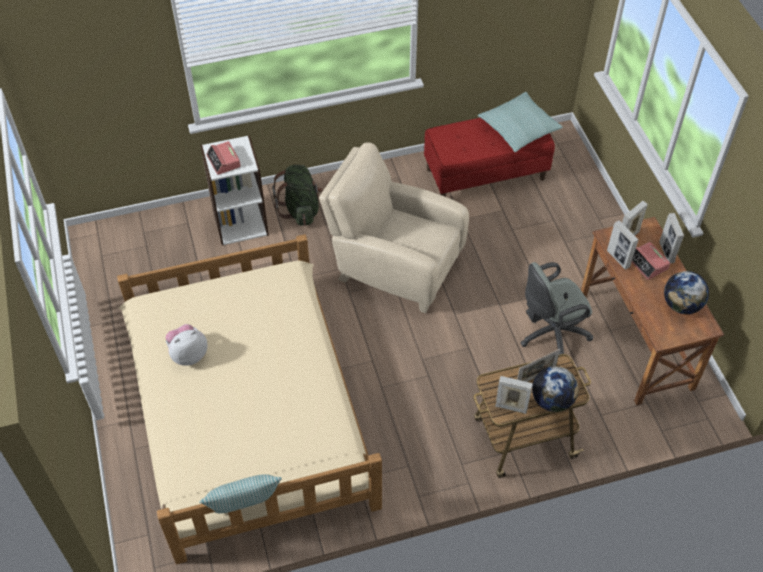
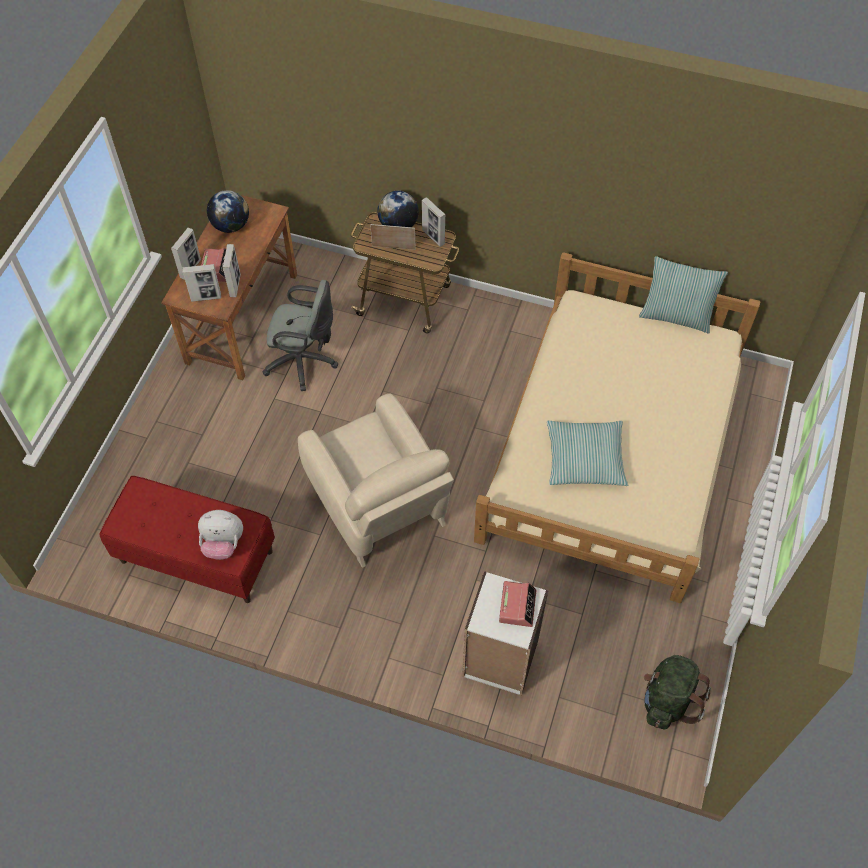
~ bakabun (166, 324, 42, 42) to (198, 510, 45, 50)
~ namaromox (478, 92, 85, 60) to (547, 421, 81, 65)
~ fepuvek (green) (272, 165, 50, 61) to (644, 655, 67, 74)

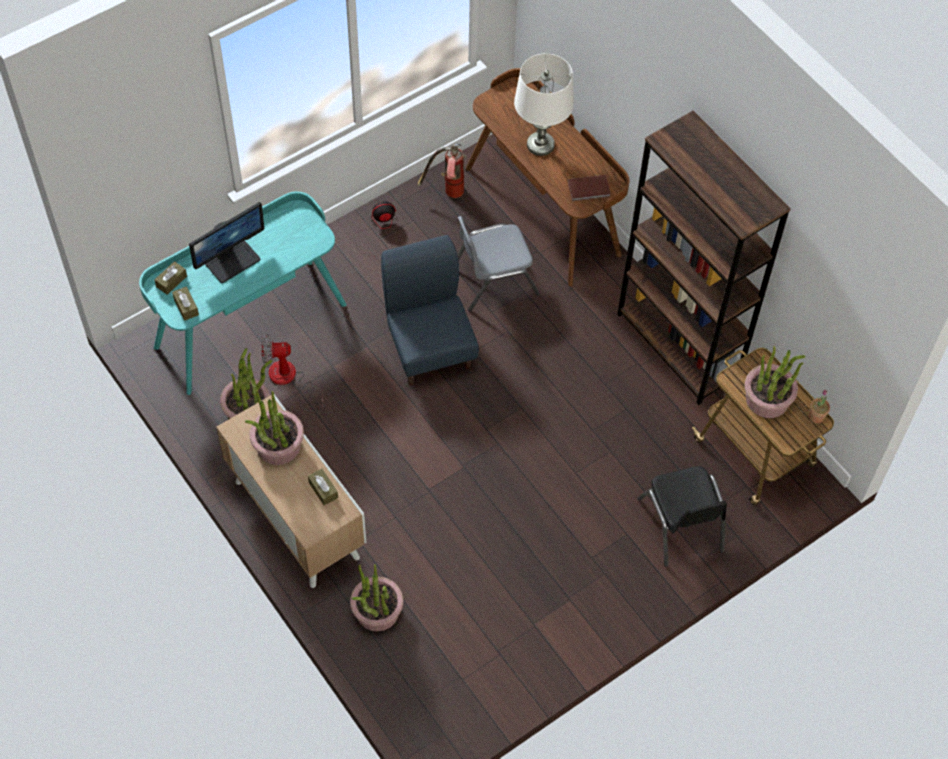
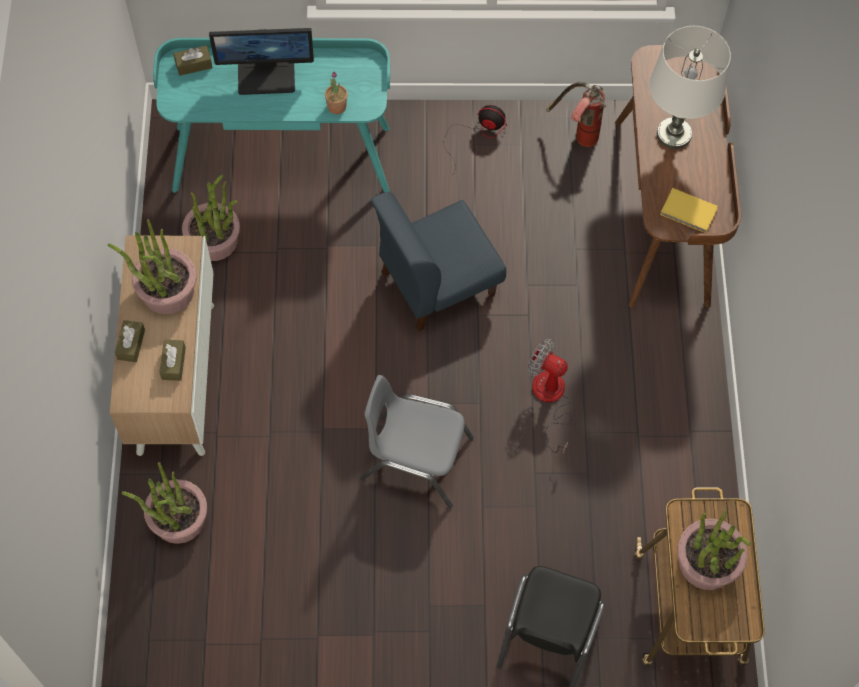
~ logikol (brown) (172, 286, 27, 35) to (115, 320, 30, 42)
~ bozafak (809, 390, 21, 33) to (325, 71, 23, 43)
~ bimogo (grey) (458, 216, 82, 96) to (360, 375, 114, 133)
~ bimogo (blue) (381, 235, 98, 151) = (370, 192, 136, 139) 135 degrees counterclockwise
~ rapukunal (261, 333, 62, 80) to (528, 339, 44, 115)
~ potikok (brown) (568, 175, 43, 26) to potikok (yellow) (660, 188, 58, 45)
- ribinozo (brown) (617, 111, 174, 294)

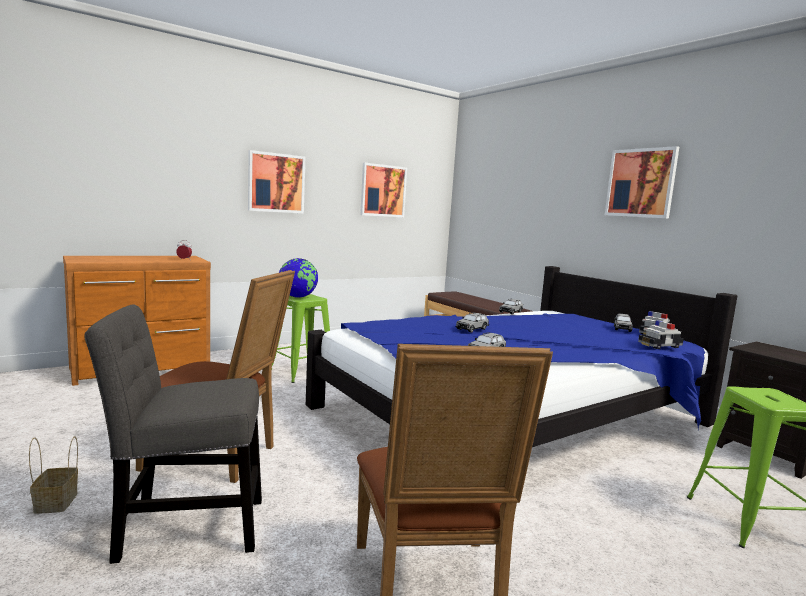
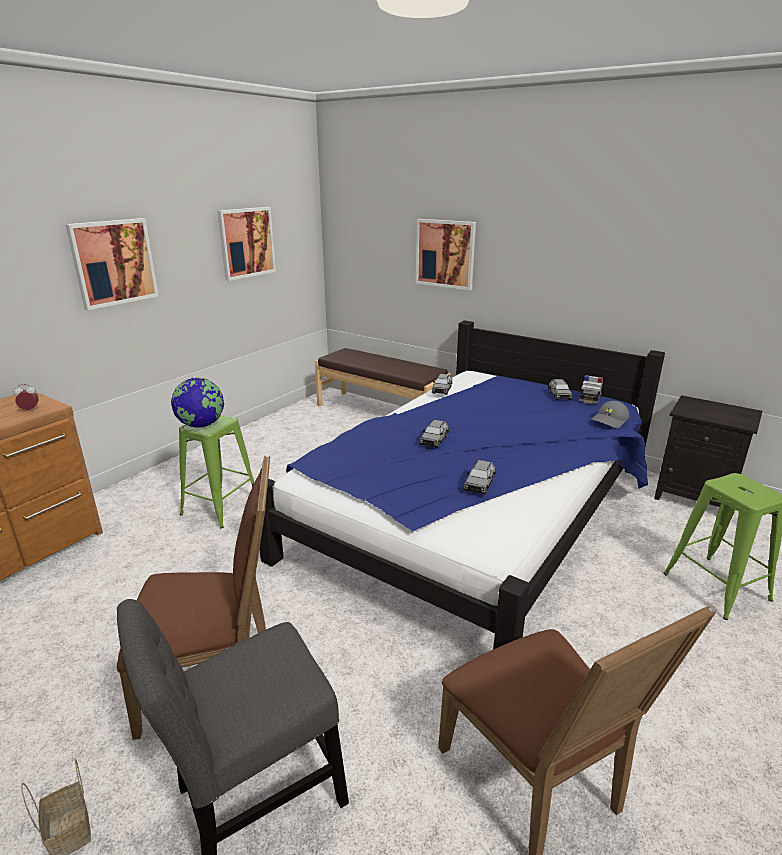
~ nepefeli (605, 146, 74, 73) to (416, 219, 60, 71)
~ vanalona (638, 320, 46, 29) to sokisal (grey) (591, 401, 38, 27)

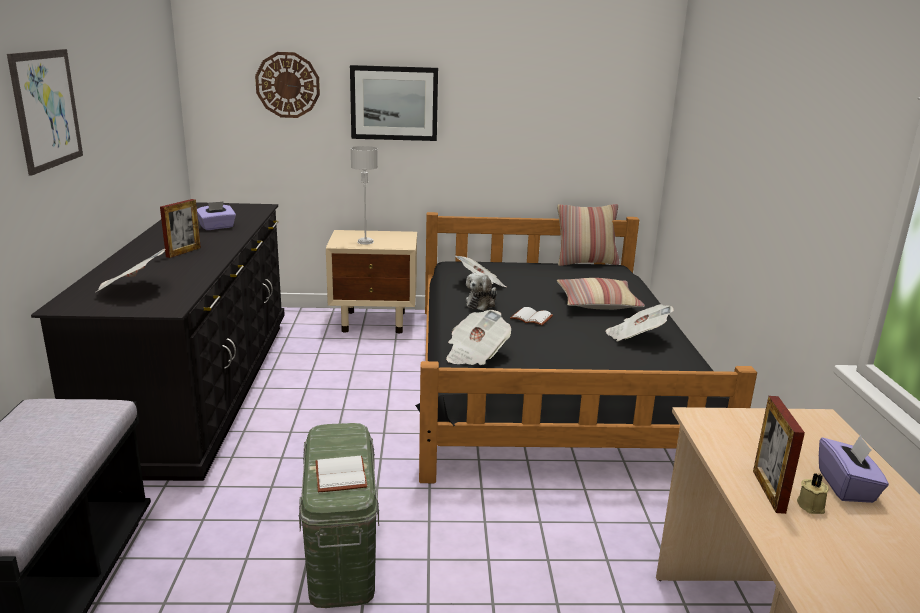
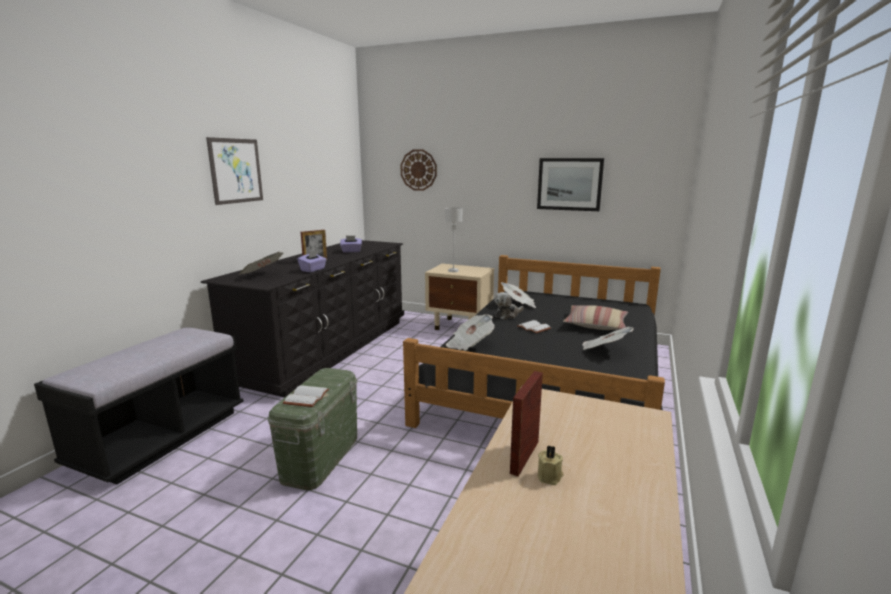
~ logikol (purple) (819, 435, 70, 68) to (297, 250, 30, 22)
~ nepefeli (350, 65, 88, 76) to (537, 158, 67, 53)
- namaromox (557, 204, 63, 62)

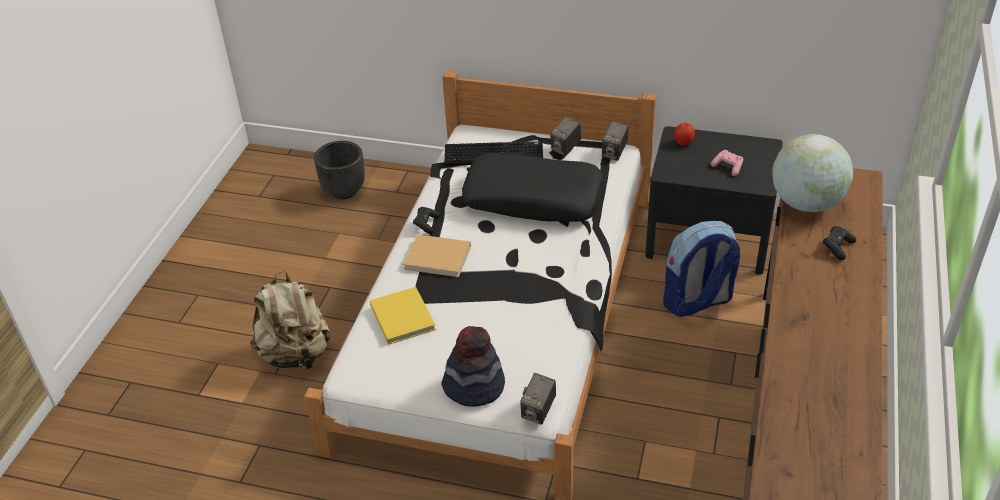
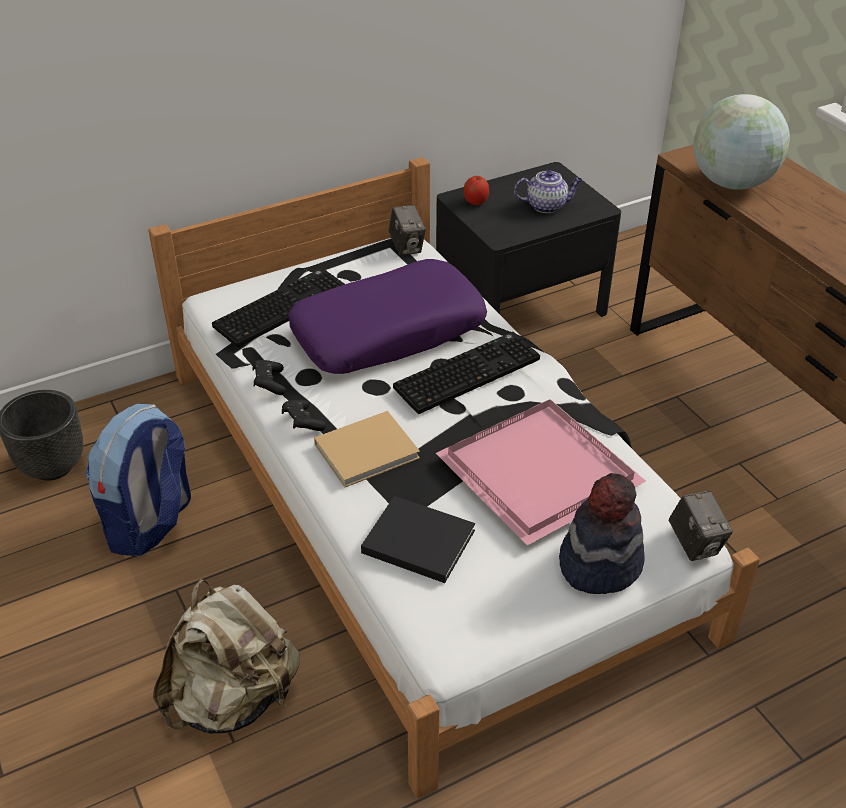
~ fepuvek (663, 221, 77, 96) to (86, 404, 105, 152)
~ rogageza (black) (822, 226, 34, 34) to (252, 360, 34, 35)
~ namaromox (black) (462, 153, 141, 69) to namaromox (purple) (288, 259, 199, 115)
~ potikok (yellow) (370, 287, 66, 58) to potikok (black) (361, 496, 114, 87)
+ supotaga (393, 332, 147, 82)
+ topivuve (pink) (436, 399, 210, 146)
~ rogageza (pink) (711, 150, 32, 26) to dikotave (514, 170, 69, 43)
- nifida (550, 116, 31, 40)

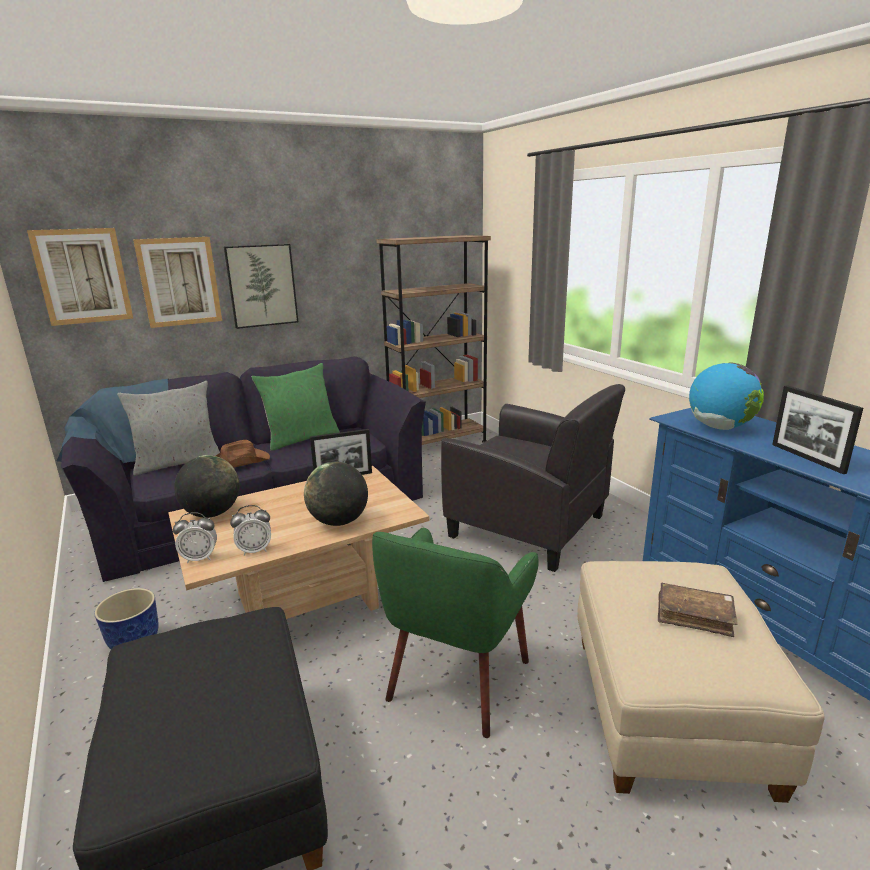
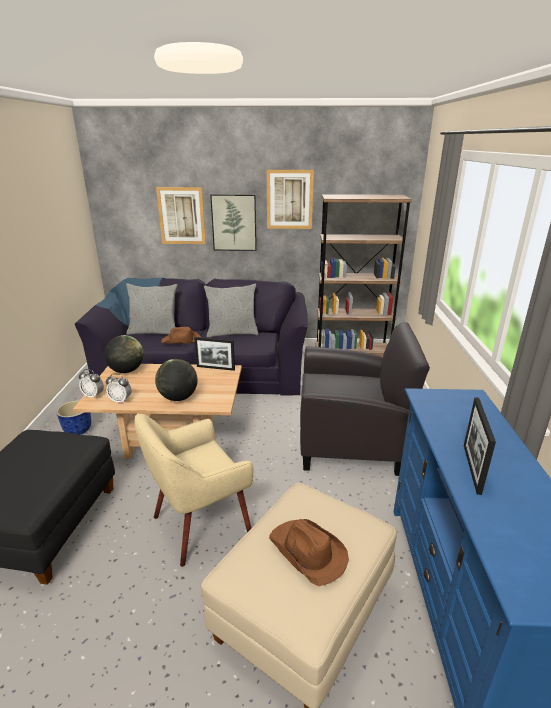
~ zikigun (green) (372, 528, 167, 210) to zikigun (beige) (135, 414, 119, 153)
~ namaromox (green) (252, 363, 88, 88) to namaromox (grey) (204, 283, 55, 54)
~ nepefeli (27, 228, 106, 98) to (267, 170, 47, 59)
~ potikok (brown) (658, 583, 80, 54) to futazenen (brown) (269, 519, 80, 67)
~ zikigun (black) (441, 384, 184, 188) = (300, 322, 130, 154) 60 degrees counterclockwise
- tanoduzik (689, 362, 75, 68)

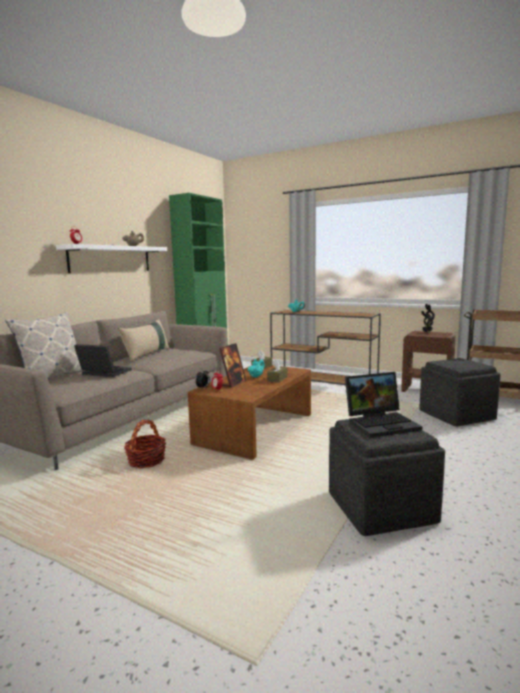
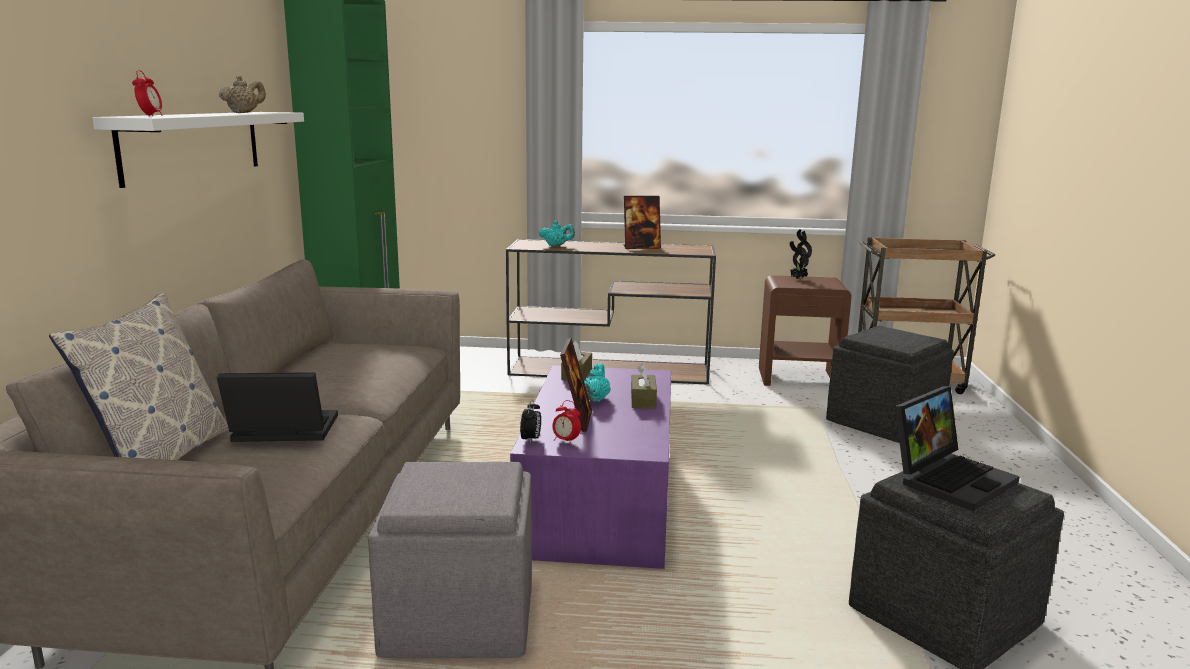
~ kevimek (124, 420, 42, 48) to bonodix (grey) (368, 462, 164, 196)
~ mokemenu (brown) (188, 365, 123, 95) to mokemenu (purple) (510, 365, 161, 204)
+ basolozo (624, 196, 37, 53)
- namaromox (beige) (118, 319, 52, 43)

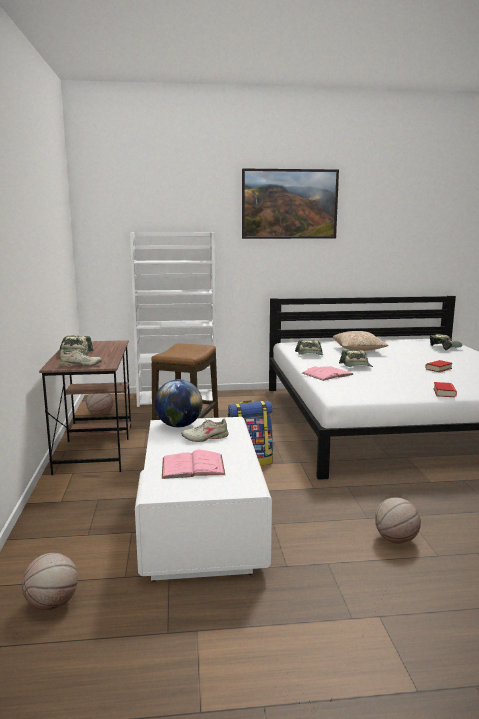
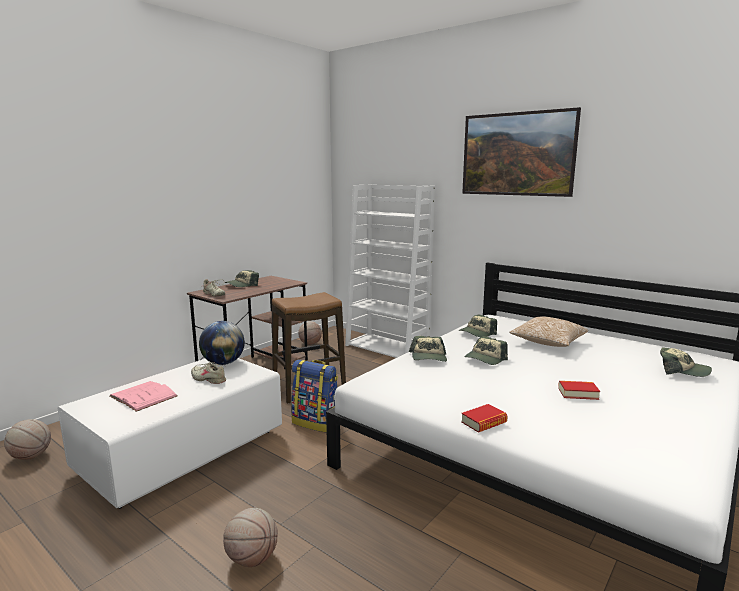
~ potikok (pink) (302, 366, 52, 15) to sokisal (409, 336, 38, 26)

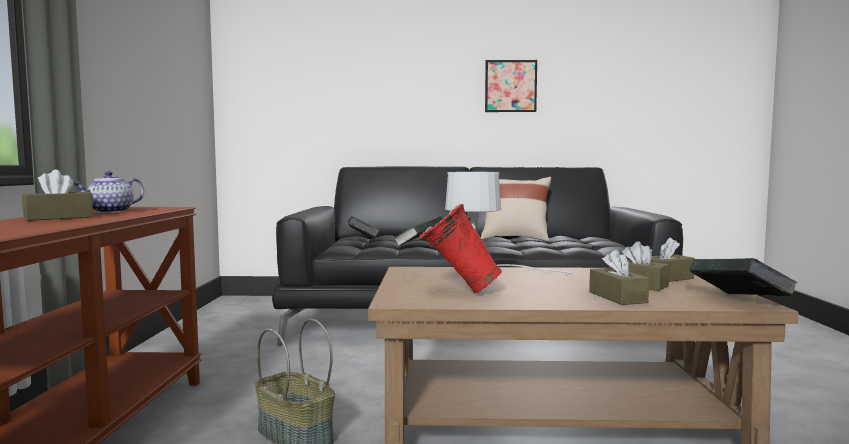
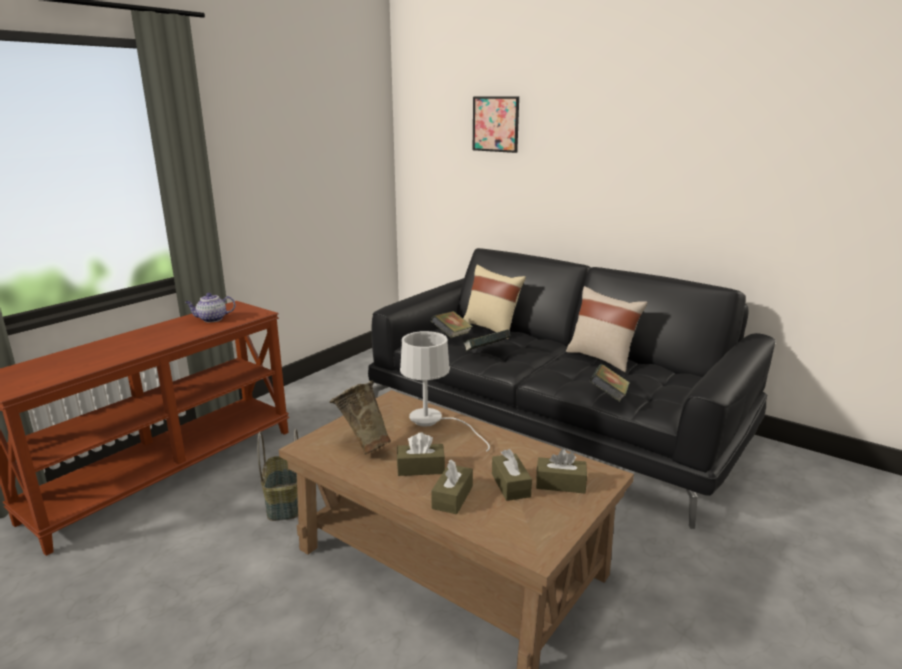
~ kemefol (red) (419, 204, 83, 89) to kemefol (beige) (329, 381, 62, 74)
~ logikol (brown) (22, 169, 72, 52) to (397, 433, 48, 43)
+ namaromox (beige) (463, 265, 63, 74)
~ nepefeli (485, 60, 52, 52) to (473, 97, 46, 56)
~ potikok (690, 258, 108, 38) to (590, 364, 40, 38)

